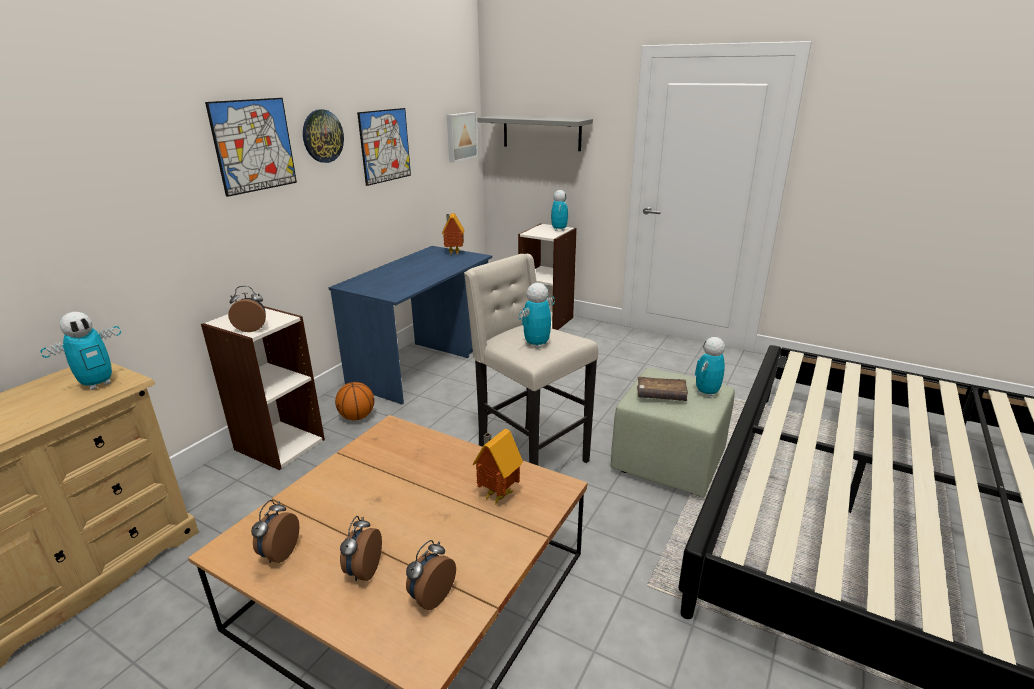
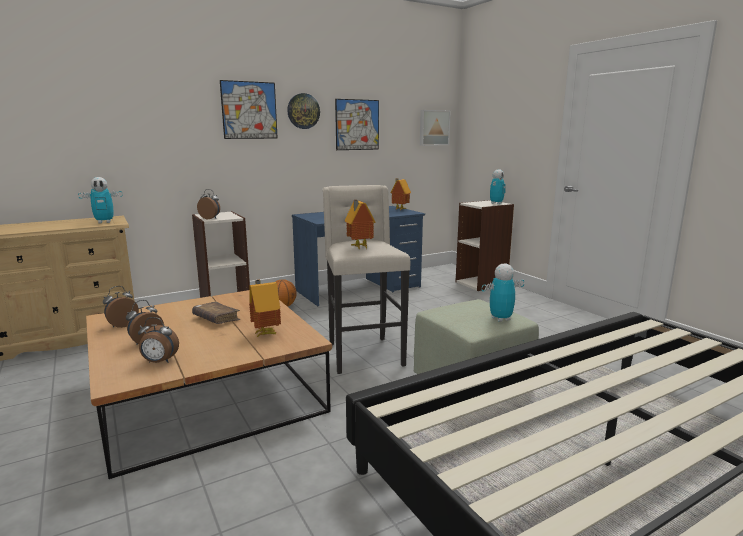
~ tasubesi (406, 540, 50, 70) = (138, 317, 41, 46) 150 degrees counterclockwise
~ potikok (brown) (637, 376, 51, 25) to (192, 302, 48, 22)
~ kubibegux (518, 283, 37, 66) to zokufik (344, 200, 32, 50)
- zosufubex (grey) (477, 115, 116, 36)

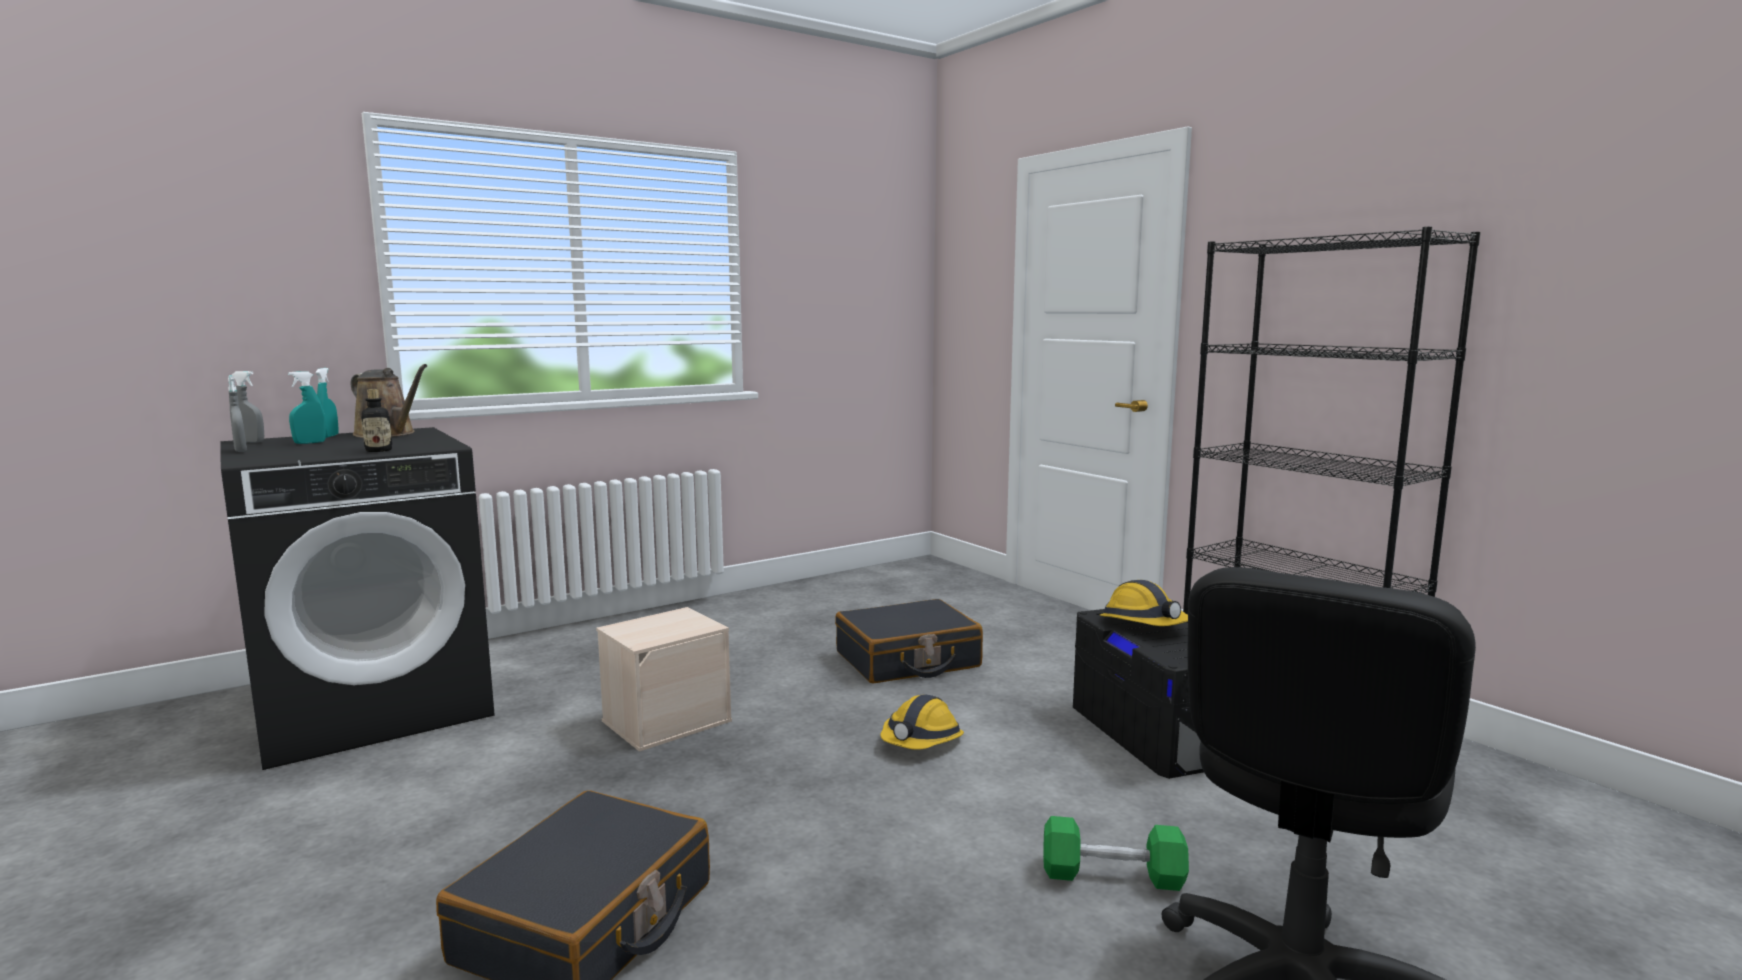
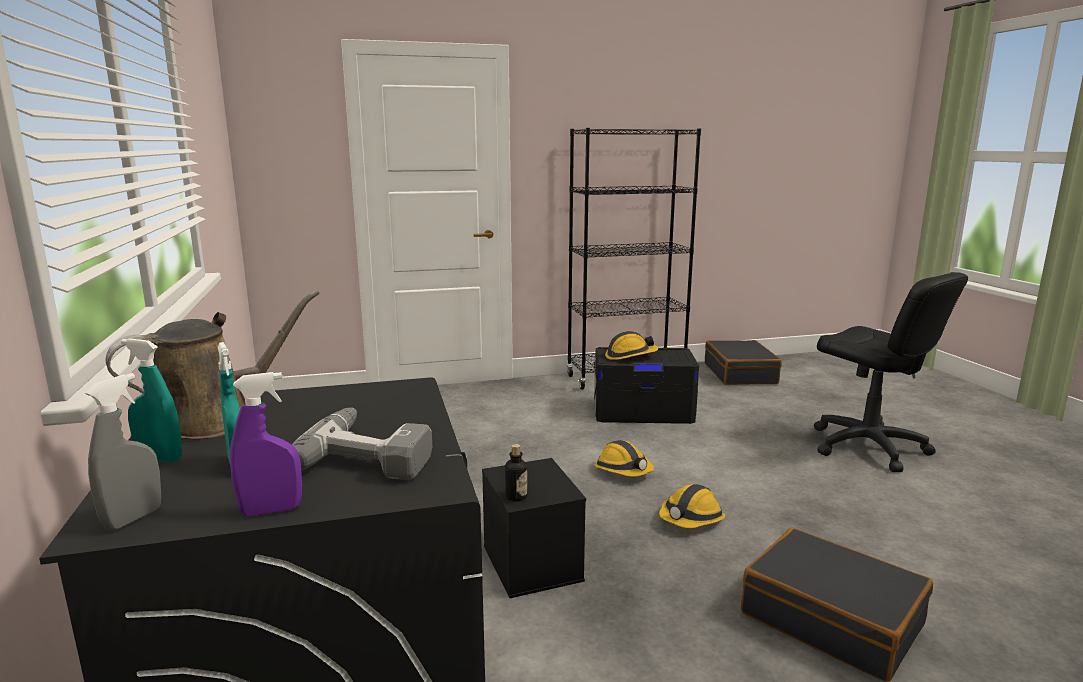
~ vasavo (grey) (228, 375, 19, 77) to vasavo (purple) (230, 372, 72, 144)
+ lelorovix (292, 408, 140, 72)
~ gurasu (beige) (596, 607, 136, 145) to gurasu (black) (482, 458, 104, 140)
~ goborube (361, 389, 31, 63) to (505, 444, 22, 58)
+ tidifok (659, 484, 66, 44)
~ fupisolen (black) (835, 599, 148, 84) to (705, 340, 77, 45)
- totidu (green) (1043, 816, 146, 75)

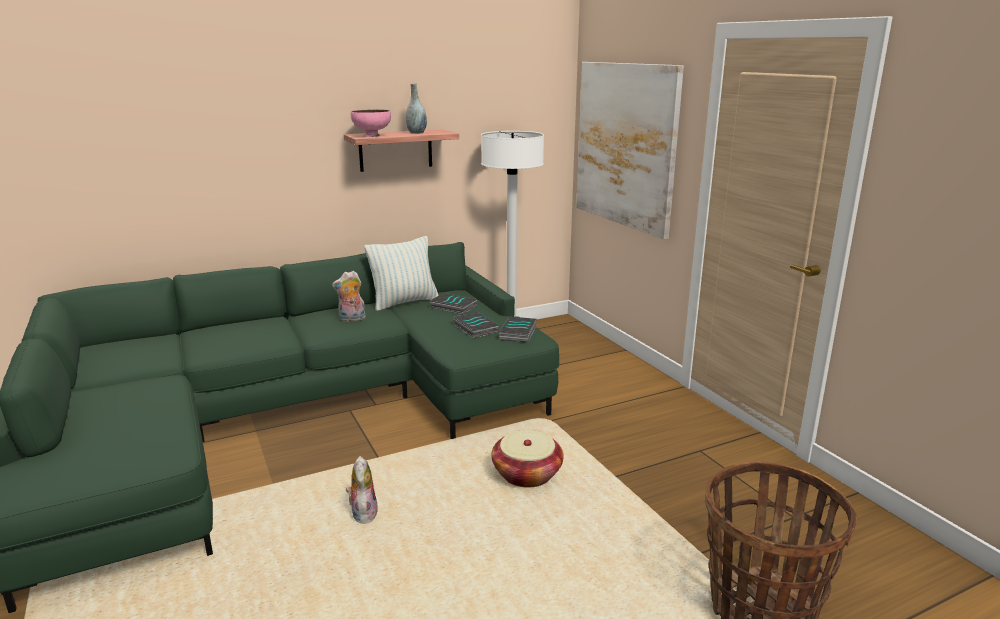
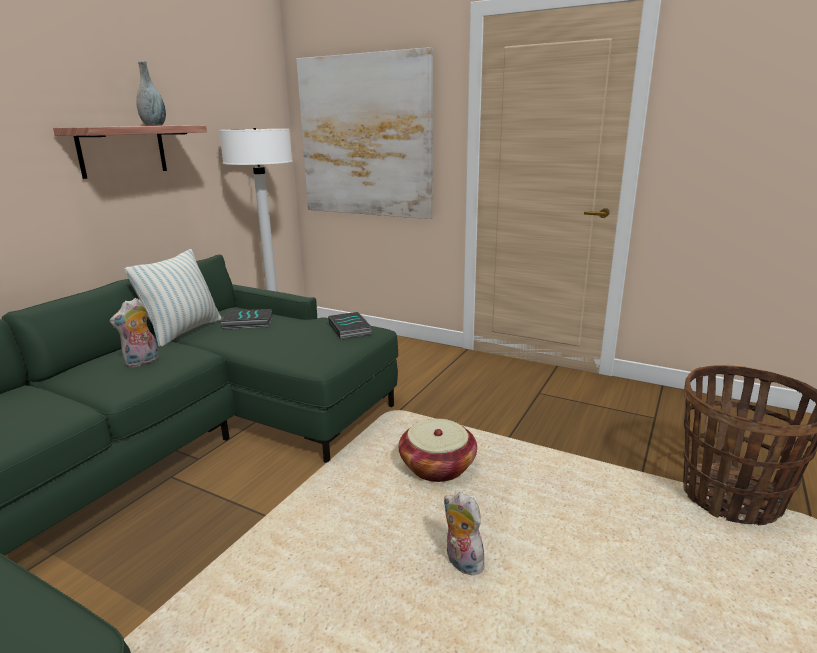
~ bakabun (346, 456, 32, 68) to (443, 492, 41, 83)
- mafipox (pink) (351, 109, 40, 28)
- potikok (453, 312, 46, 26)

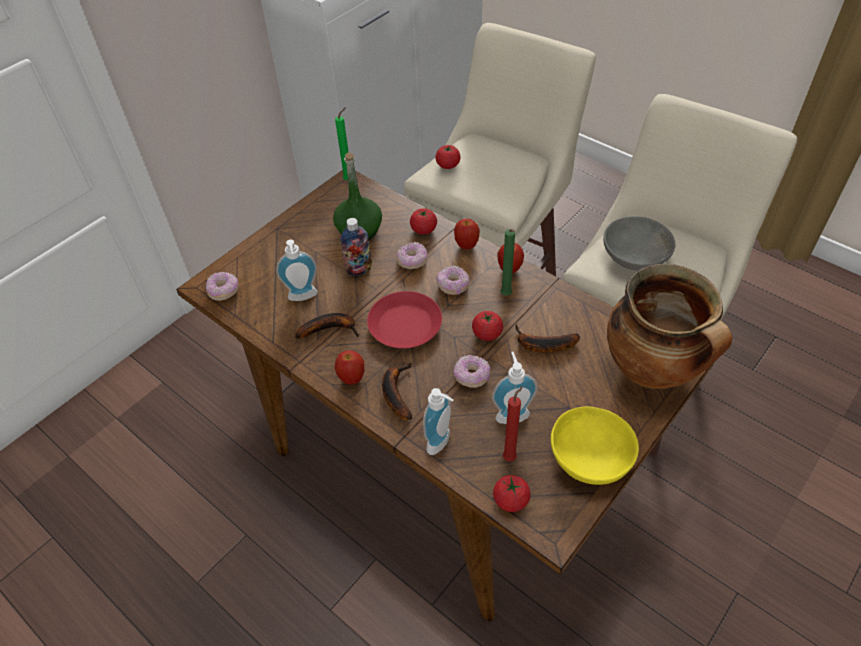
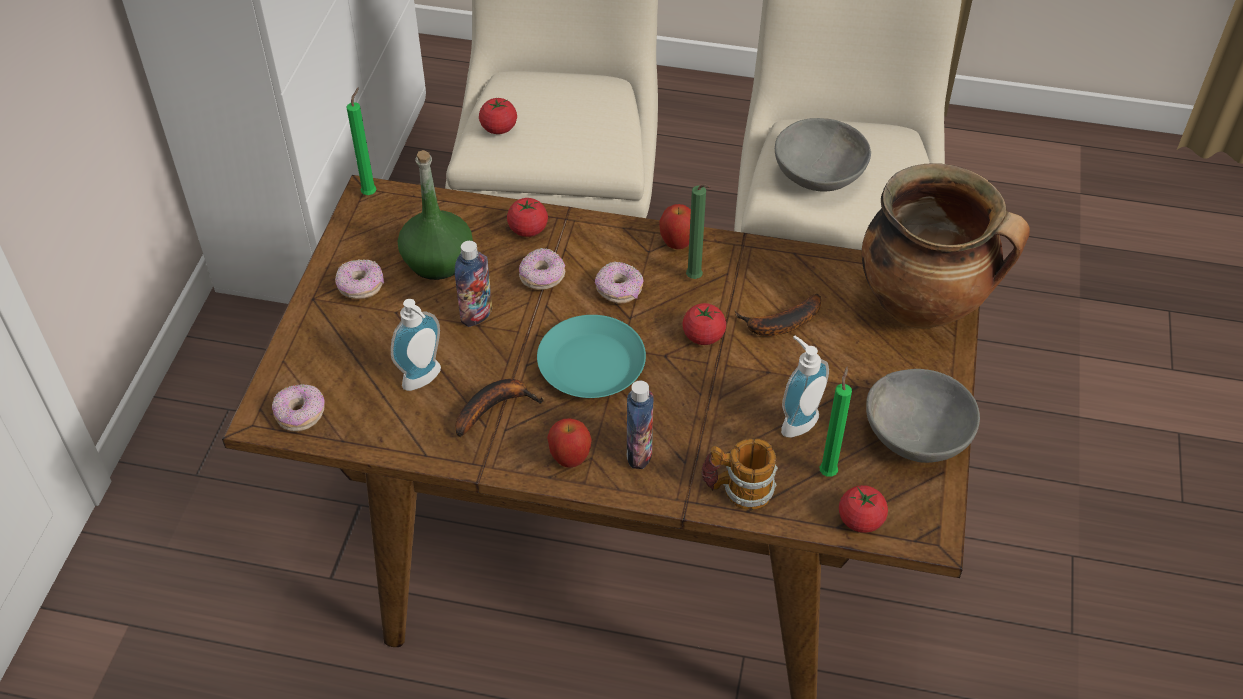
~ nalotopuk (454, 355, 36, 33) to (335, 259, 49, 40)
~ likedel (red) (367, 291, 75, 57) to likedel (turquoise) (537, 315, 109, 83)
~ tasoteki (382, 363, 31, 57) to goborube (627, 381, 27, 88)
~ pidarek (423, 388, 30, 67) to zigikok (701, 438, 77, 72)
~ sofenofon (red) (503, 386, 20, 75) to sofenofon (green) (820, 367, 32, 110)
~ mafipox (yellow) (551, 406, 88, 79) to mafipox (grey) (866, 369, 114, 94)
- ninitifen (454, 218, 26, 32)

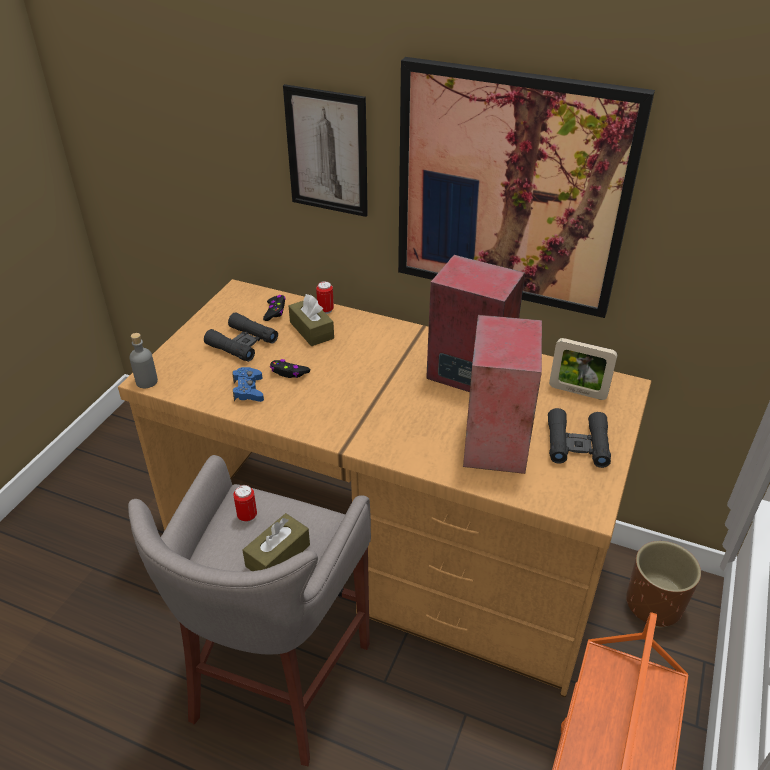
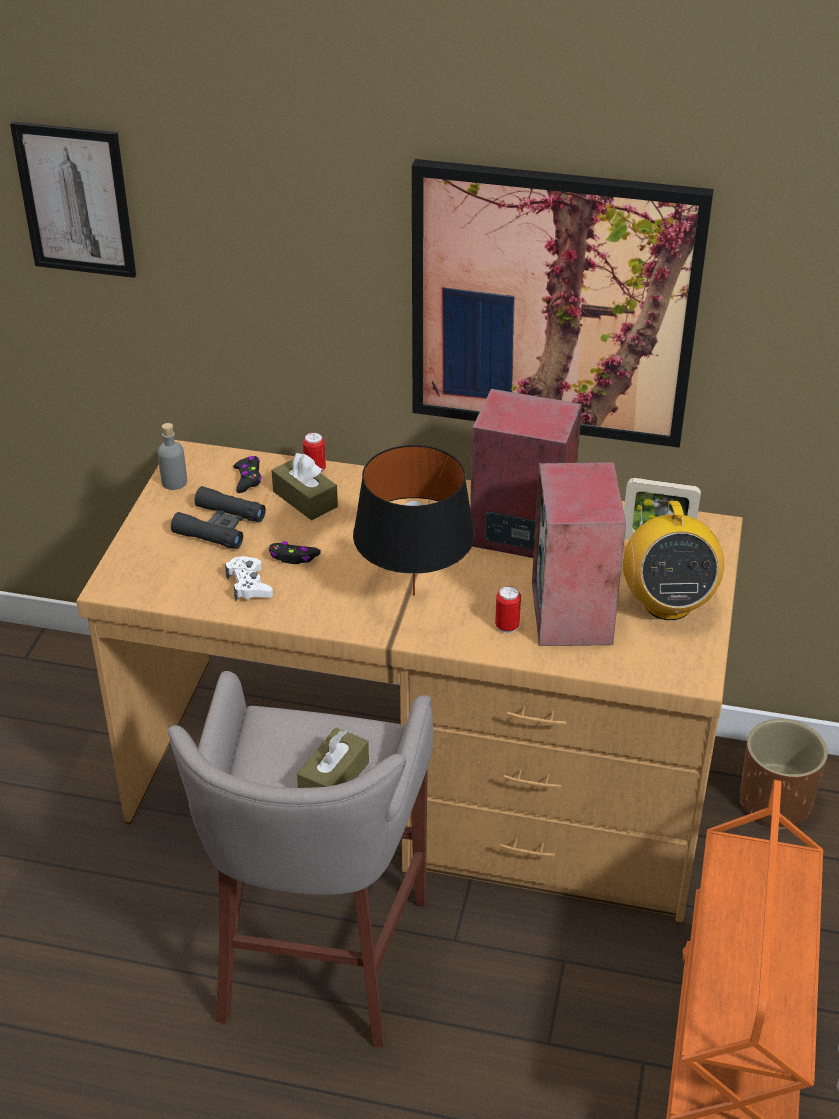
~ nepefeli (283, 84, 85, 133) to (10, 121, 126, 157)
~ goborube (grey) (129, 333, 29, 55) to (157, 423, 30, 67)
~ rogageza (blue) (232, 367, 32, 35) to rogageza (white) (225, 556, 48, 45)
+ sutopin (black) (353, 445, 122, 151)
~ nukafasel (233, 485, 24, 37) to (495, 586, 26, 47)
~ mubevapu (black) (548, 408, 63, 60) to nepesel (623, 501, 101, 119)

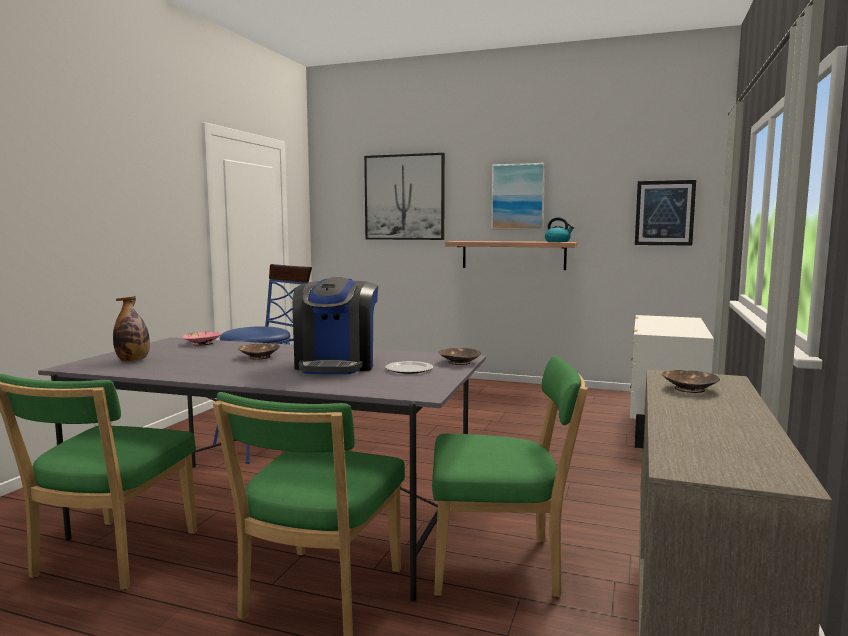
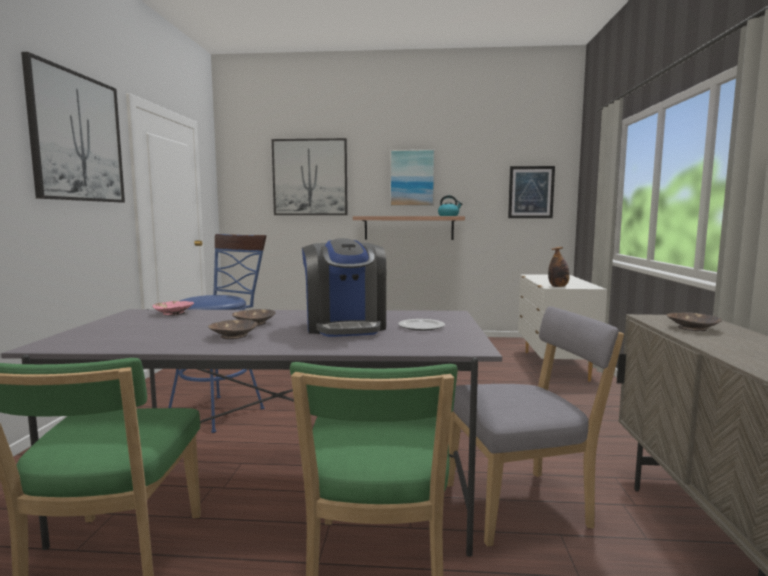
+ nepefeli (21, 52, 104, 150)
~ mafipox (brown) (438, 348, 43, 17) to (208, 320, 50, 19)
~ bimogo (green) (432, 356, 156, 241) to bimogo (grey) (447, 306, 177, 241)
~ goborube (113, 296, 37, 66) to (548, 247, 22, 40)

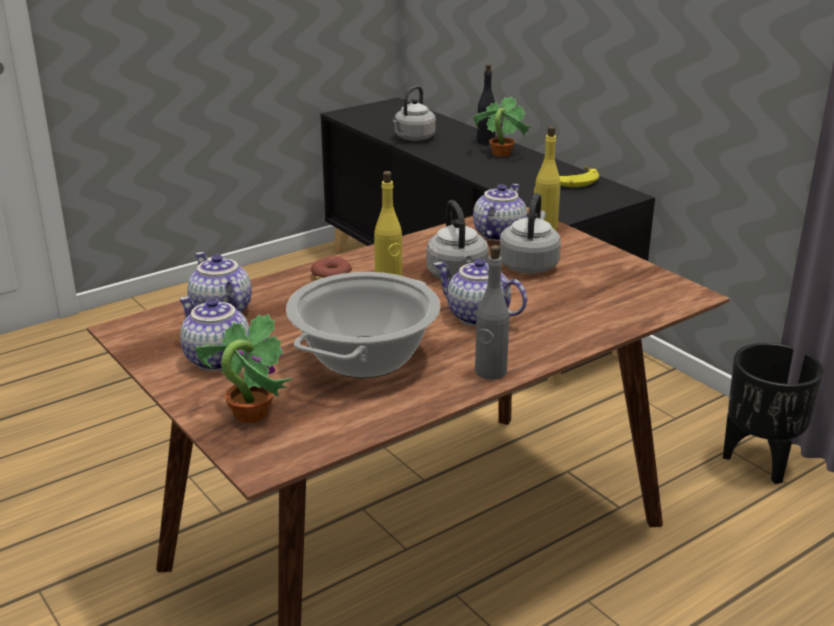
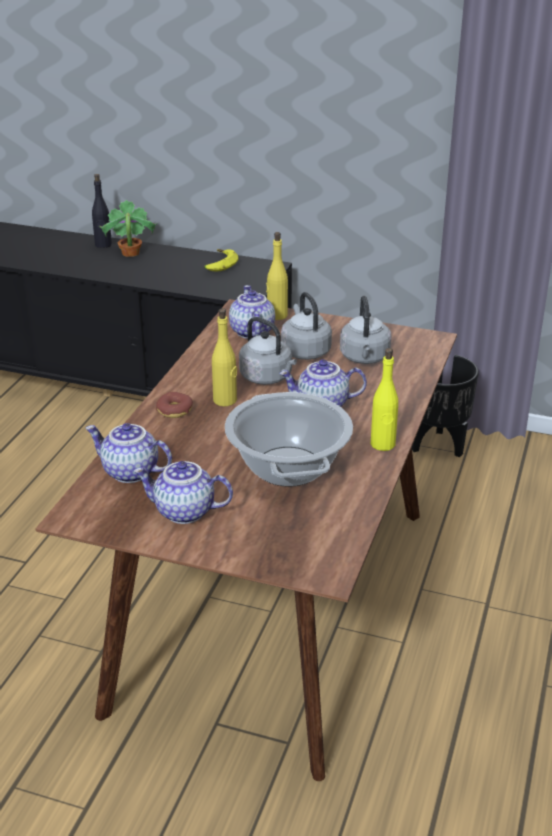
~ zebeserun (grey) (392, 86, 44, 55) to (340, 296, 51, 68)
~ goborube (grey) (475, 245, 34, 135) to goborube (yellow) (371, 348, 27, 103)
- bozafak (195, 314, 98, 109)

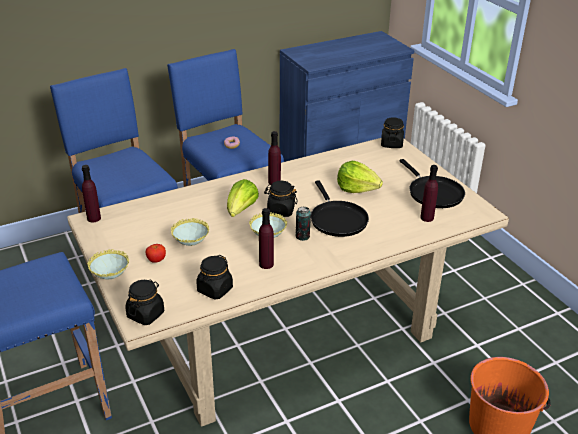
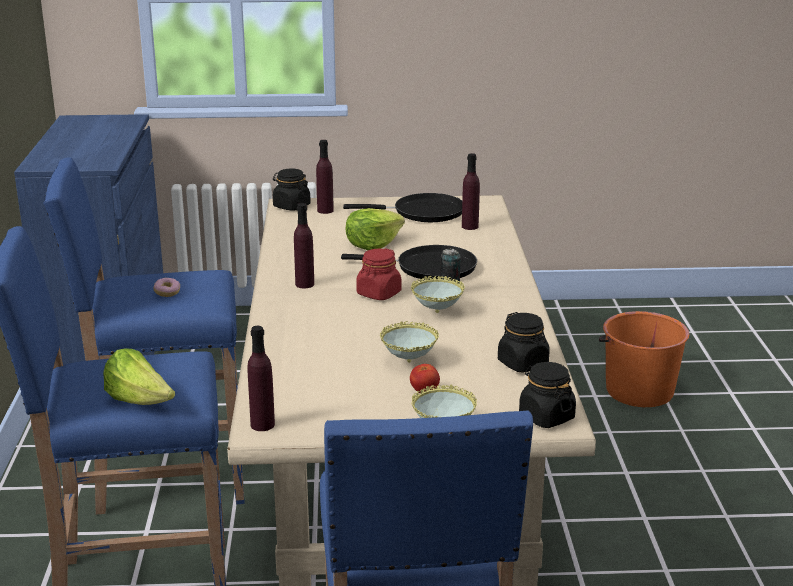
~ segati (227, 179, 32, 38) to (103, 348, 72, 57)
~ goborube (purple) (259, 208, 15, 61) to (316, 140, 18, 74)
~ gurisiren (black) (264, 181, 34, 36) to gurisiren (red) (356, 248, 46, 52)

